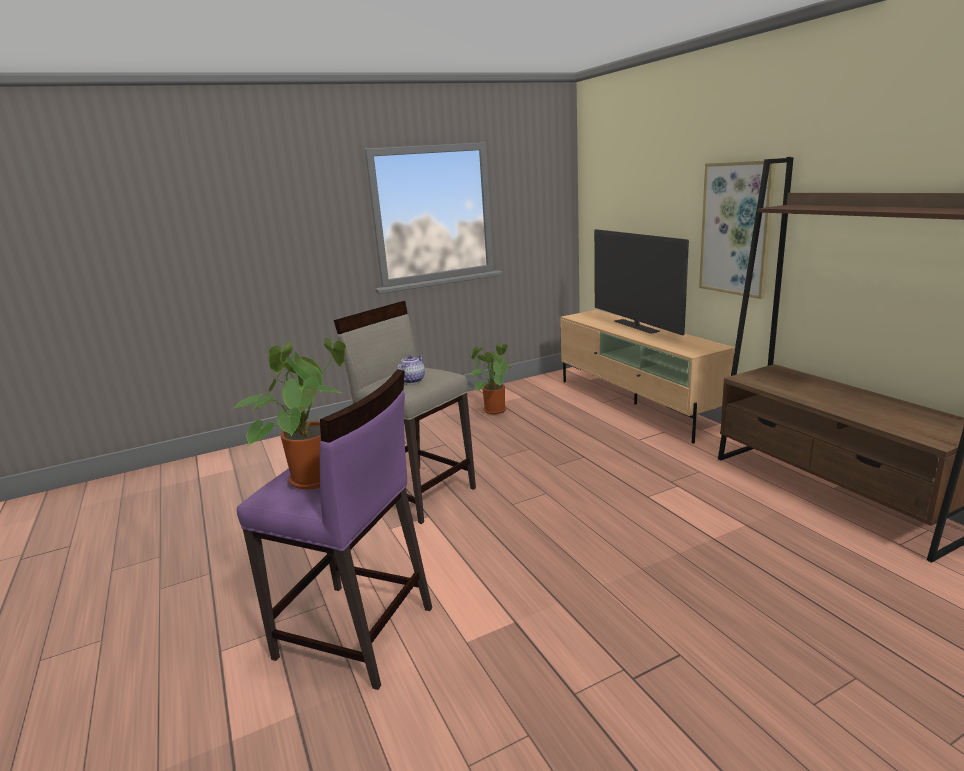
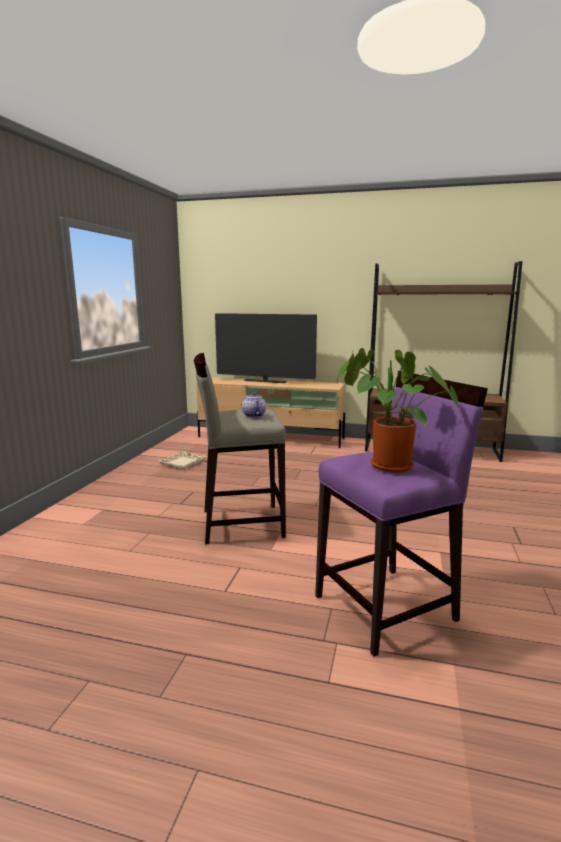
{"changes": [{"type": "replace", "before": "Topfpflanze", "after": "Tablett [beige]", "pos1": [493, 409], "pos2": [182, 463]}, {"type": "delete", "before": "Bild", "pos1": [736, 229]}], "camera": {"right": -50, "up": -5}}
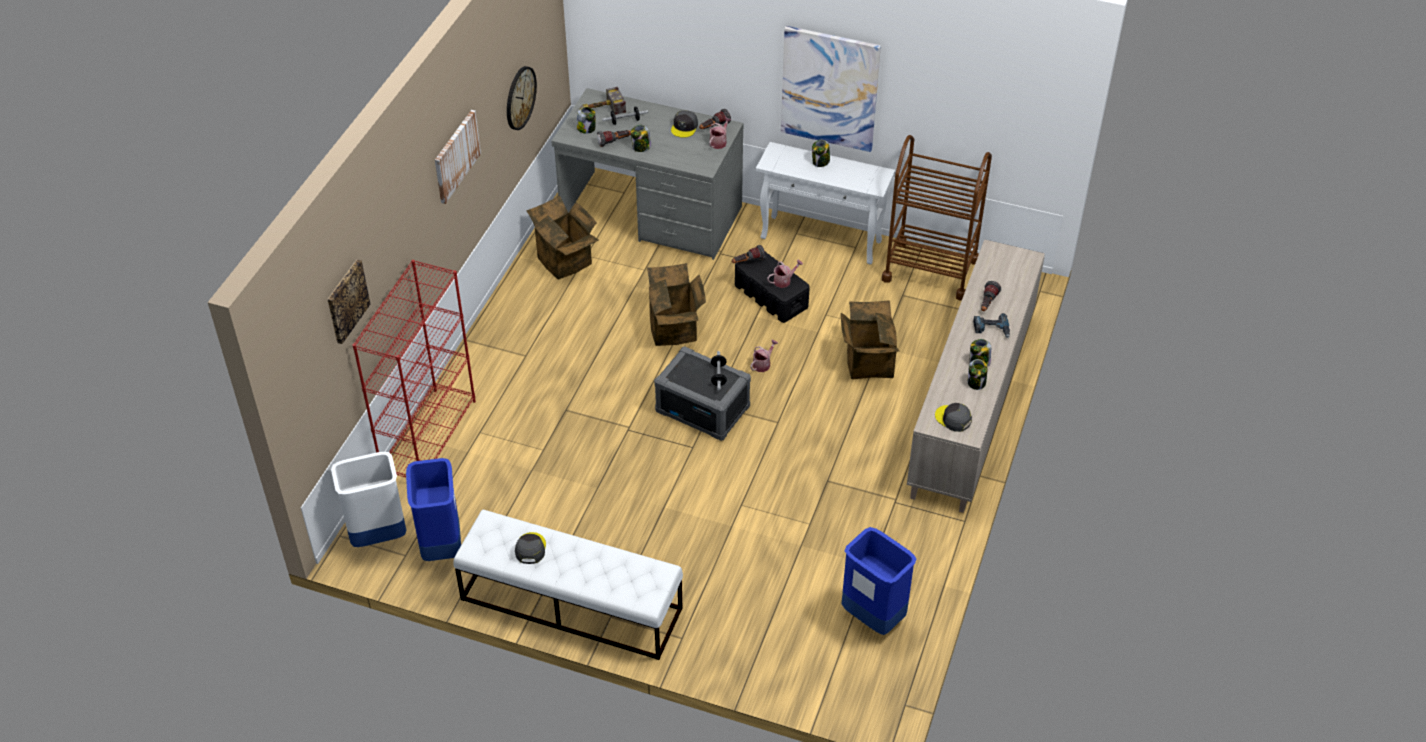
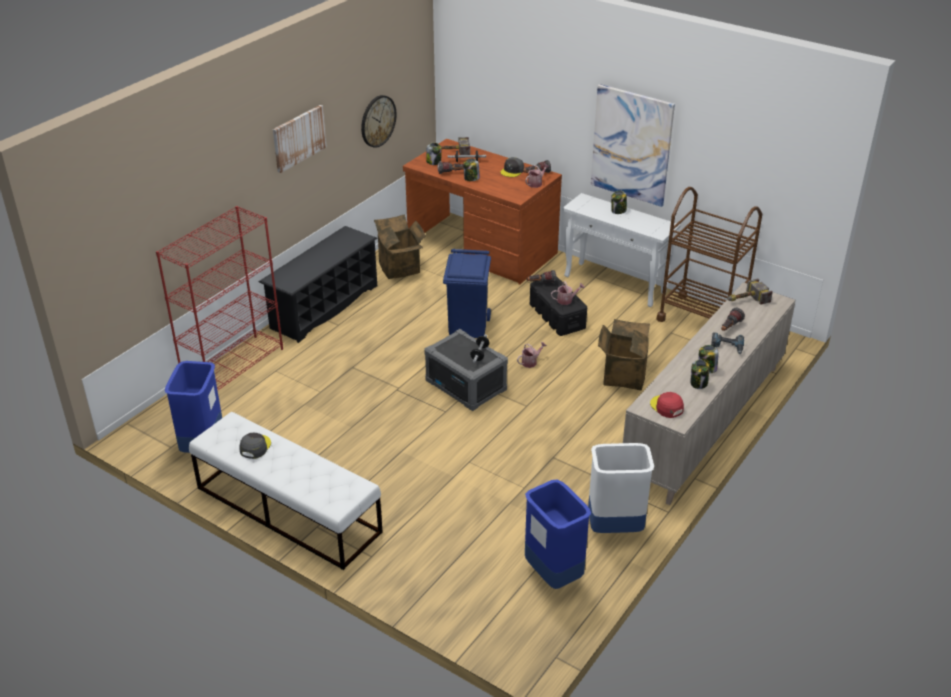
{"changes": [{"type": "delete", "before": "Bild", "pos1": [346, 301]}, {"type": "move", "before": "Mülleimer [weiß]", "pos1": [378, 536], "pos2": [615, 528]}, {"type": "recolor", "before": "Schreibtisch [grau]", "after": "Schreibtisch [braun]", "pos1": [651, 215], "pos2": [482, 248]}, {"type": "replace", "before": "Karton", "after": "Mülleimer [blau]", "pos1": [676, 329], "pos2": [468, 326]}, {"type": "recolor", "before": "Kappe [grau]", "after": "Kappe [rot]", "pos1": [953, 419], "pos2": [666, 407]}, {"type": "insert", "after": "Schuhregal [schwarz]", "pos2": [324, 307]}, {"type": "insert", "after": "Hammer", "pos2": [745, 299]}], "camera": {"right": 15, "up": -10}}
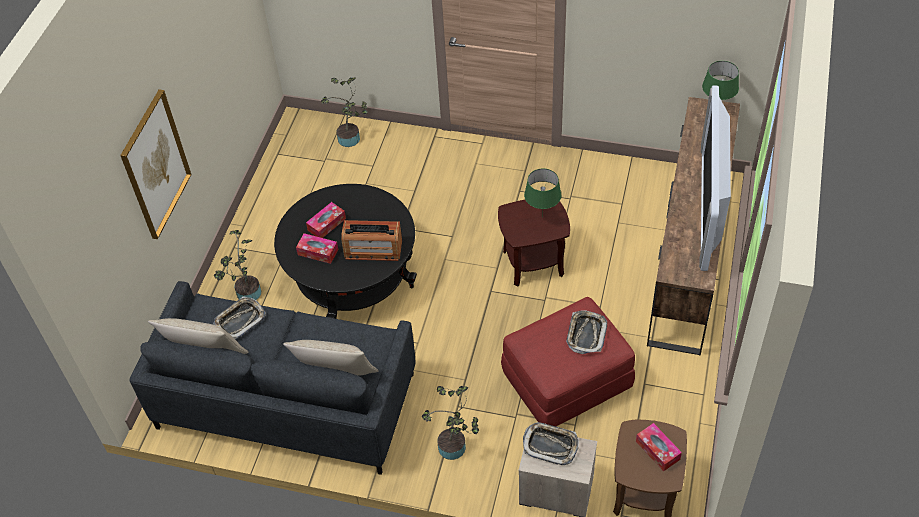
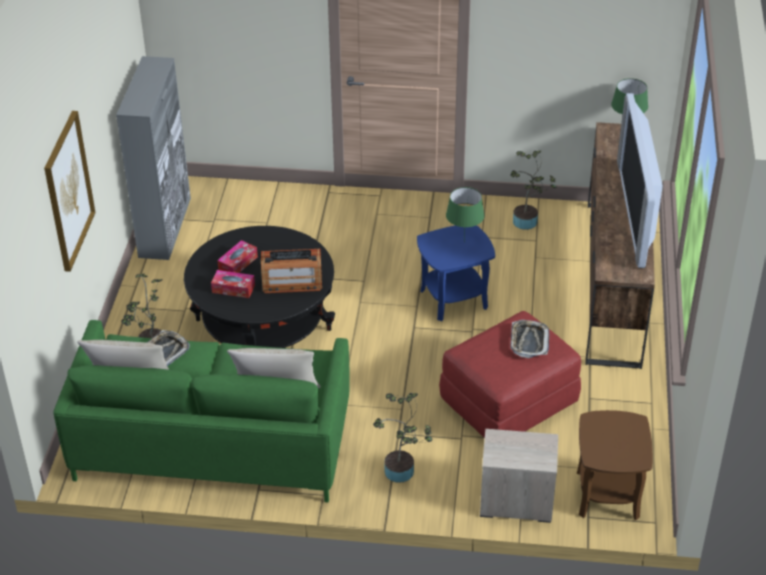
{"changes": [{"type": "recolor", "before": "Sofa [grau]", "after": "Sofa [grün]", "pos1": [286, 400], "pos2": [212, 443]}, {"type": "move", "before": "Topfpflanze", "pos1": [351, 139], "pos2": [528, 222]}, {"type": "recolor", "before": "Beistelltisch [braun]", "after": "Beistelltisch [blau]", "pos1": [533, 262], "pos2": [453, 299]}, {"type": "delete", "before": "Tablett", "pos1": [550, 445]}, {"type": "delete", "before": "Taschentuchbox", "pos1": [657, 450]}, {"type": "insert", "after": "Schrank [grau]", "pos2": [165, 227]}], "camera": {"right": -10, "up": -10}}
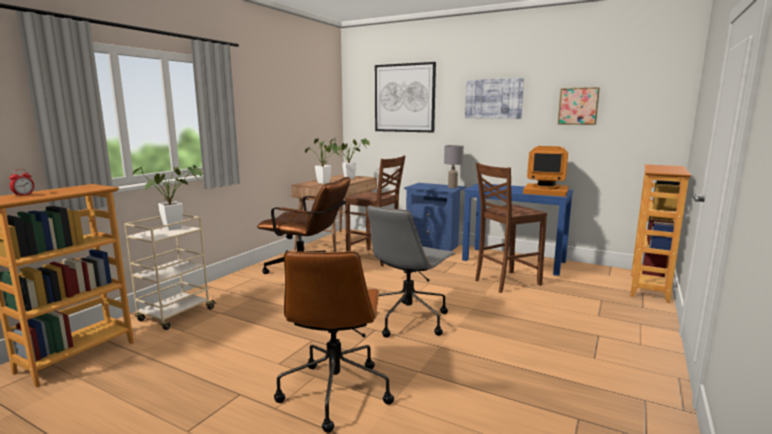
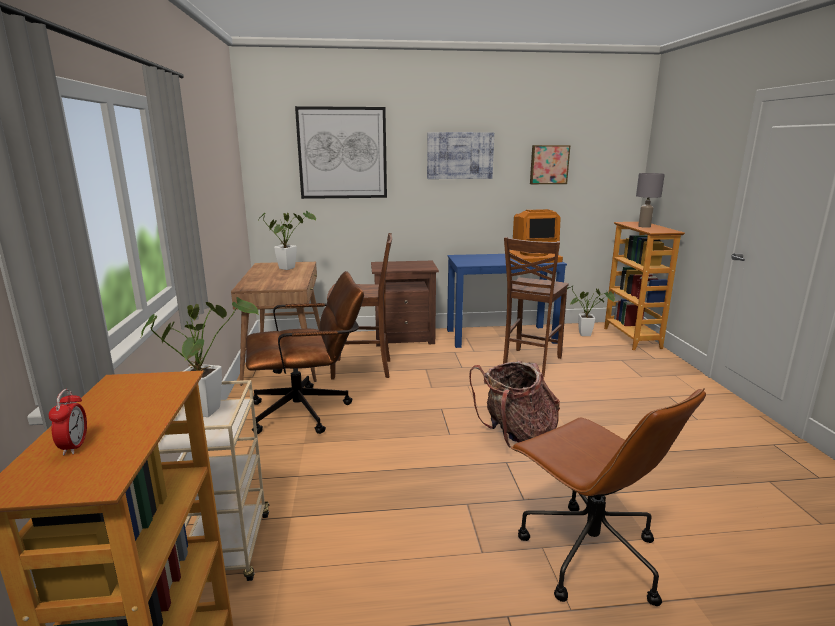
{"changes": [{"type": "move", "before": "Topfpflanze", "pos1": [325, 183], "pos2": [588, 334]}, {"type": "replace", "before": "Bürostuhl [grau]", "after": "Rucksack", "pos1": [408, 319], "pos2": [516, 436]}, {"type": "recolor", "before": "Nachttisch [blau]", "after": "Nachttisch [braun]", "pos1": [434, 247], "pos2": [404, 338]}, {"type": "move", "before": "Tischlampe [grau]", "pos1": [452, 187], "pos2": [644, 226]}], "camera": {"right": -35, "up": 5}}
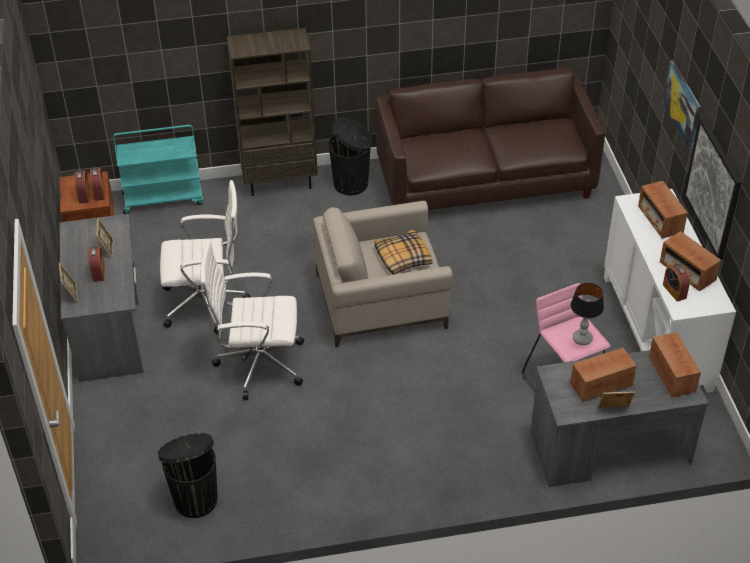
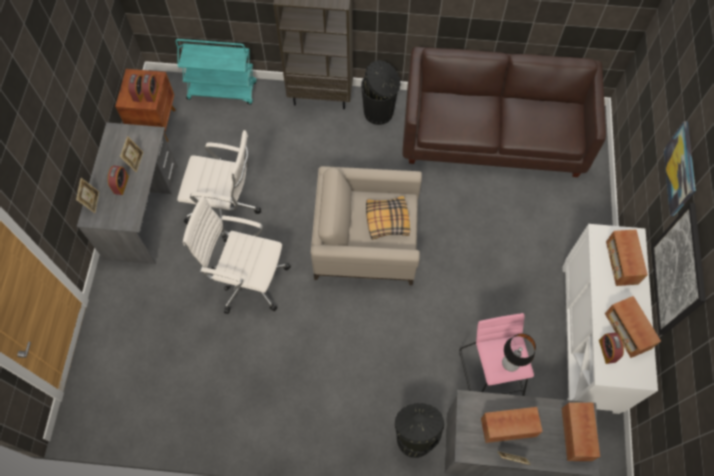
{"changes": [{"type": "move", "before": "Mülleimer [schwarz]", "pos1": [195, 499], "pos2": [414, 437]}], "camera": {"right": 15, "up": 20}}
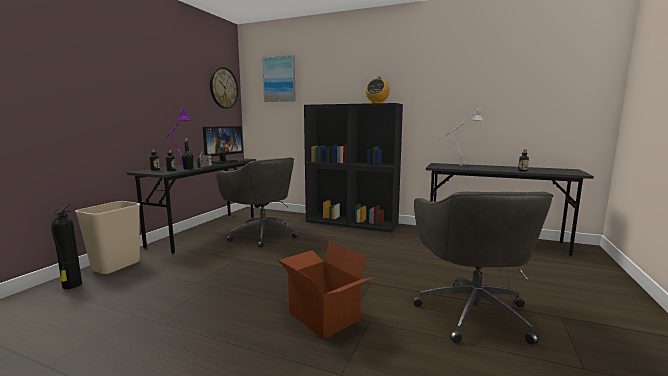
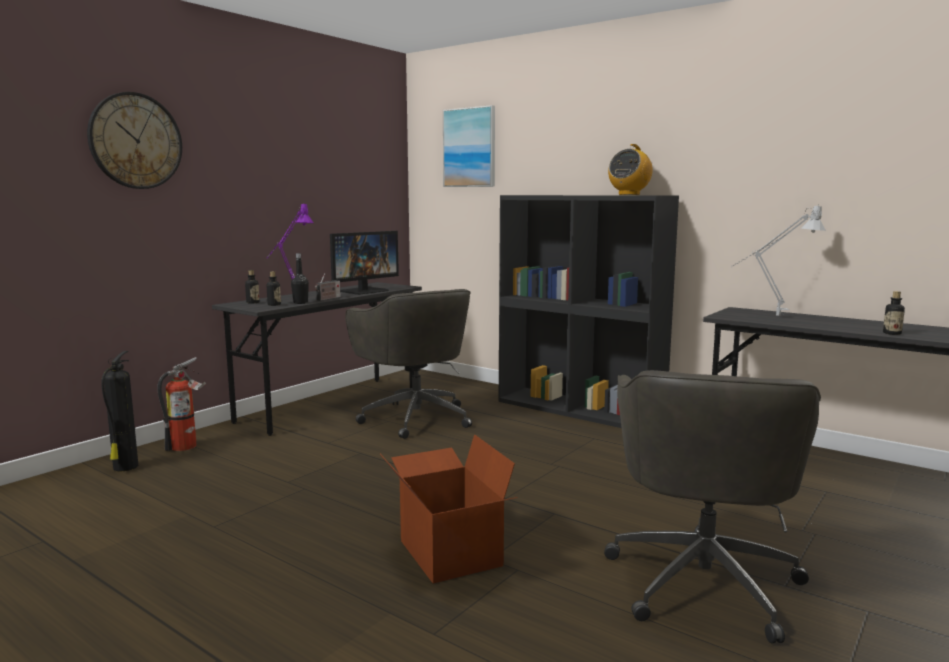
{"changes": [{"type": "replace", "before": "Mülleimer [beige]", "after": "Feuerlöscher", "pos1": [116, 266], "pos2": [188, 446]}, {"type": "move", "before": "Wanduhr", "pos1": [223, 88], "pos2": [135, 141]}], "camera": {"right": 15, "up": 0}}
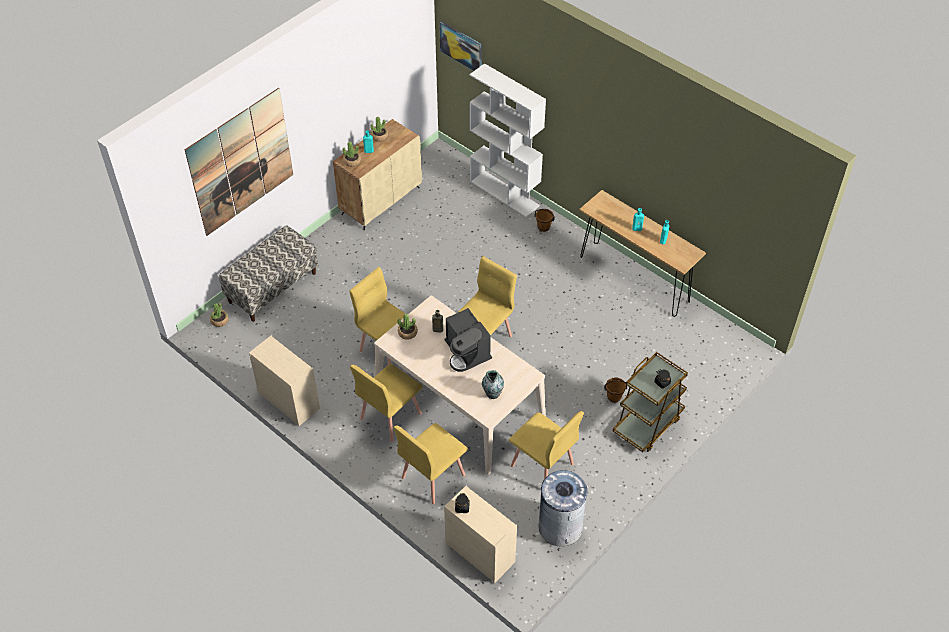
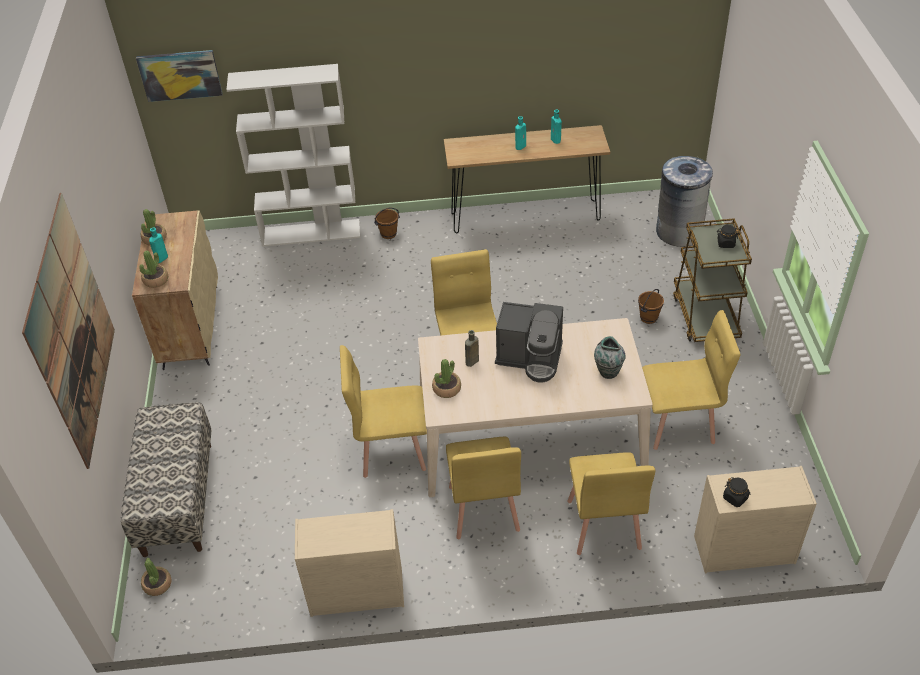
{"changes": [{"type": "move", "before": "Mülleimer [grau]", "pos1": [560, 526], "pos2": [679, 231]}], "camera": {"right": -45, "up": -5}}
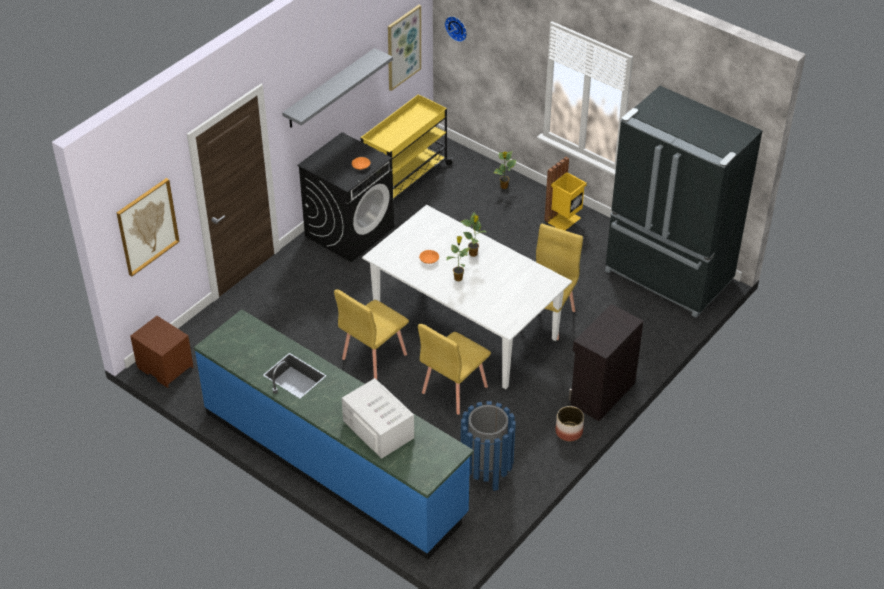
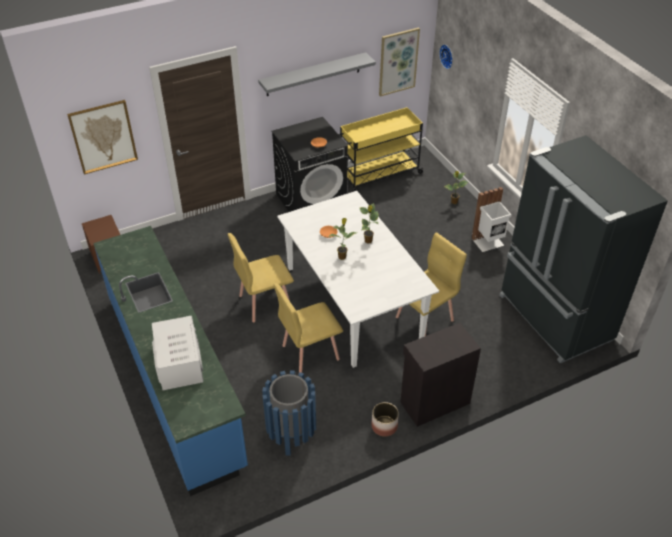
{"changes": [{"type": "recolor", "before": "Mülleimer [gelb]", "after": "Mülleimer [weiß]", "pos1": [564, 220], "pos2": [488, 242]}], "camera": {"right": 25, "up": 0}}
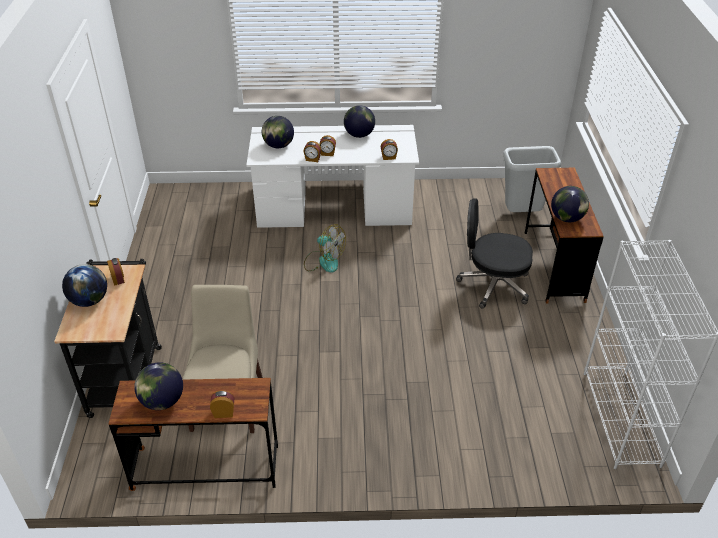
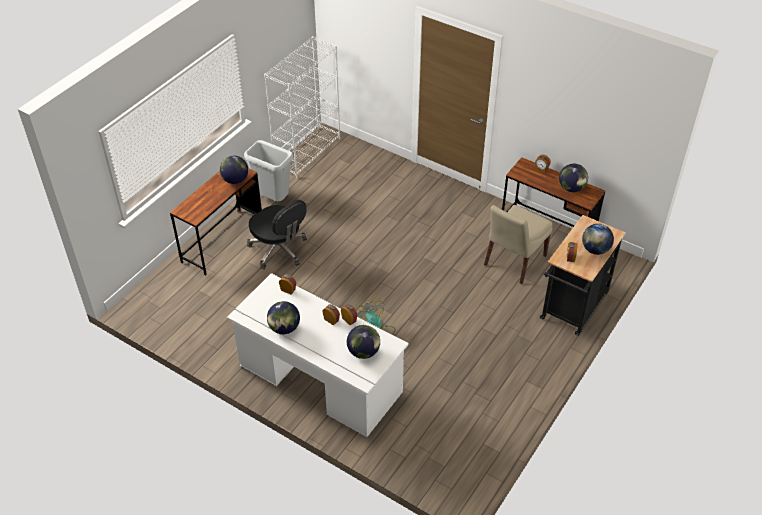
{"changes": [{"type": "move", "before": "Mülleimer [grau]", "pos1": [522, 214], "pos2": [272, 199]}], "camera": {"right": -145, "up": 5}}
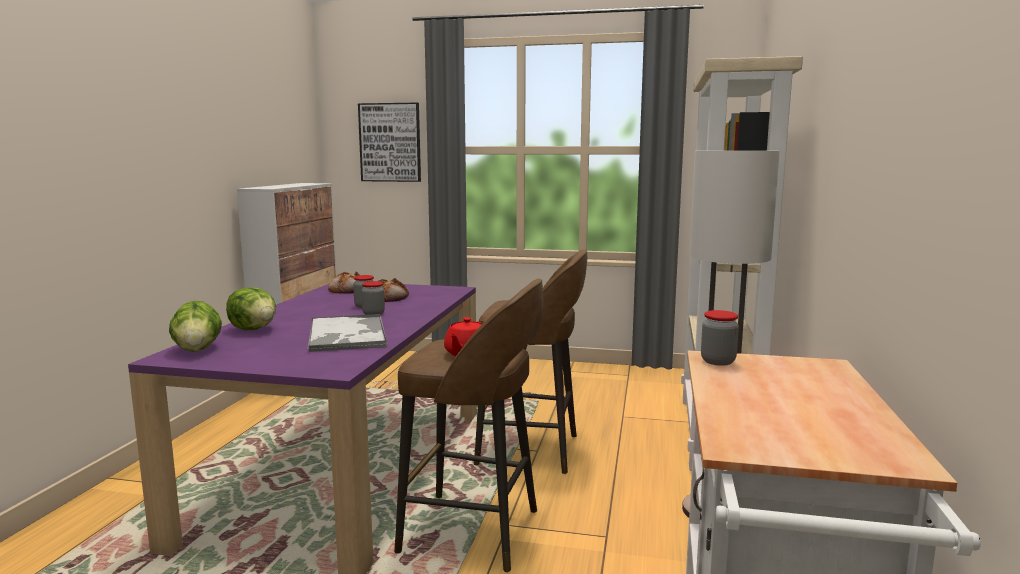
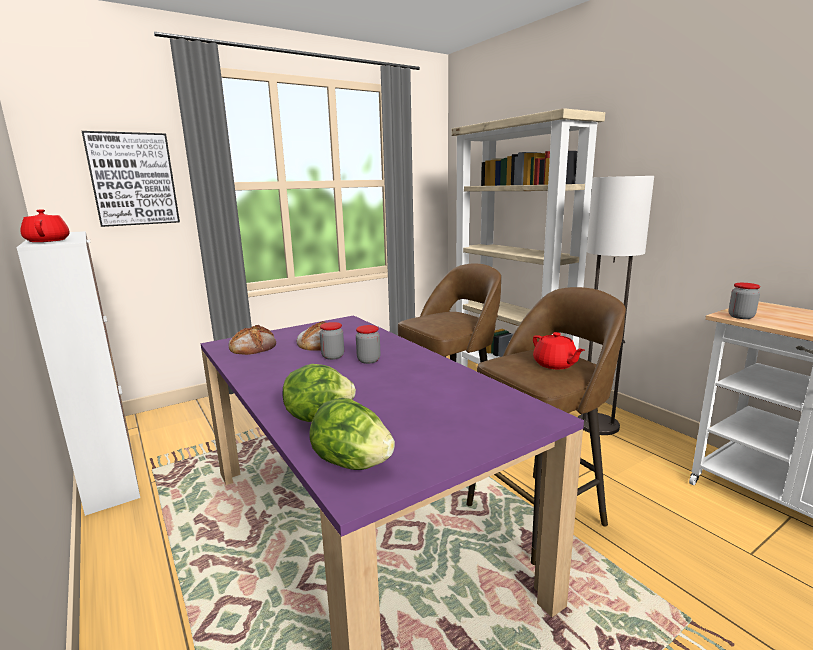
{"changes": [{"type": "delete", "before": "Tablett", "pos1": [347, 334]}, {"type": "insert", "after": "Teekanne [rot]", "pos2": [48, 241]}], "camera": {"right": -45, "up": 5}}
